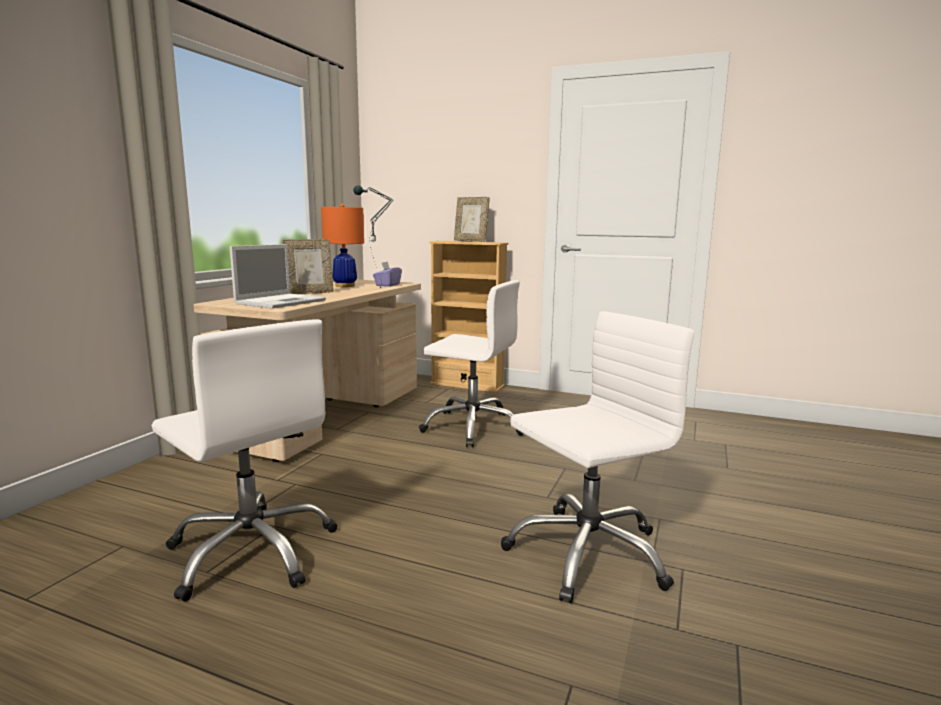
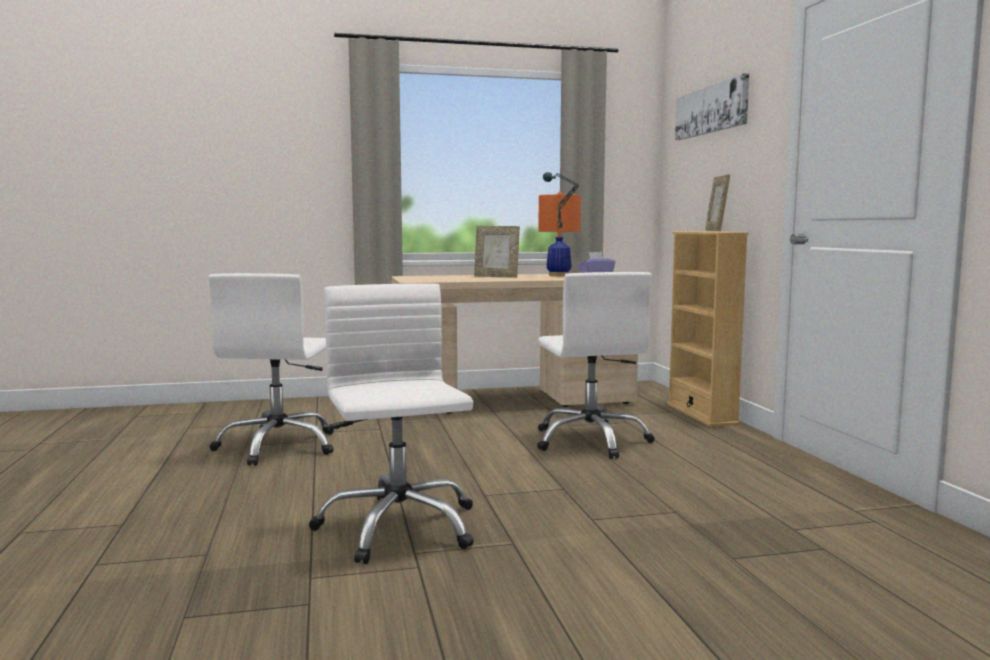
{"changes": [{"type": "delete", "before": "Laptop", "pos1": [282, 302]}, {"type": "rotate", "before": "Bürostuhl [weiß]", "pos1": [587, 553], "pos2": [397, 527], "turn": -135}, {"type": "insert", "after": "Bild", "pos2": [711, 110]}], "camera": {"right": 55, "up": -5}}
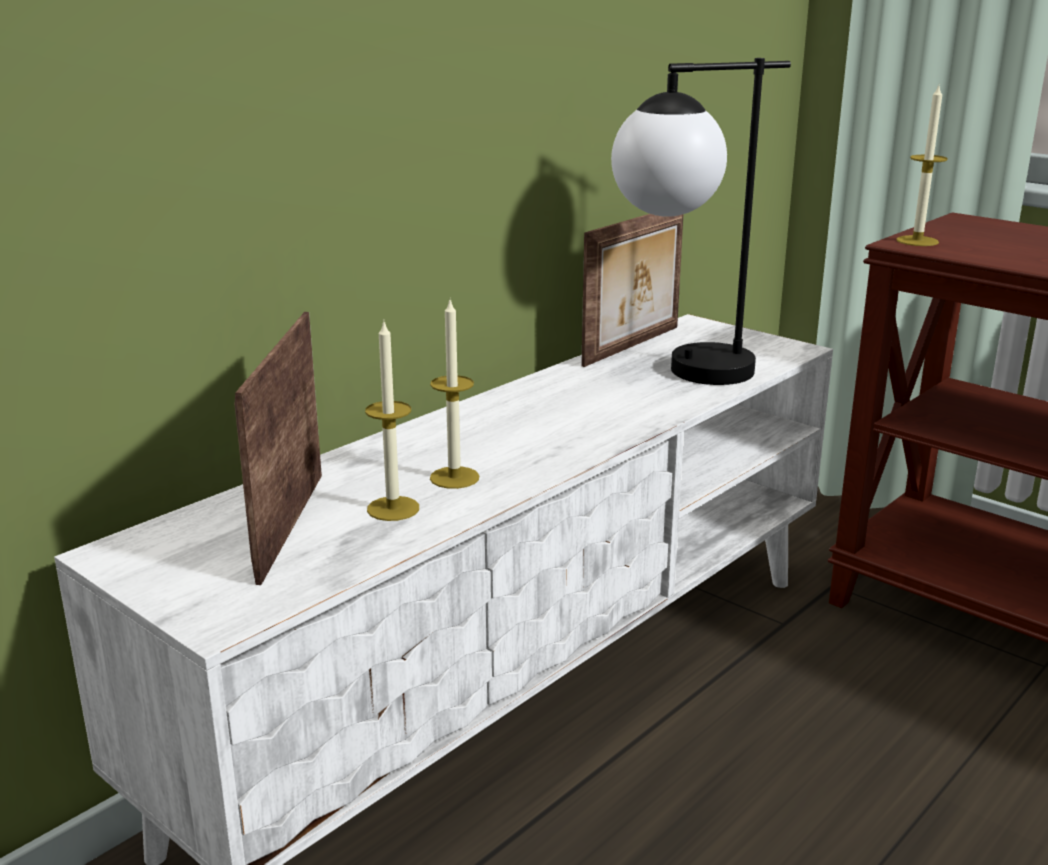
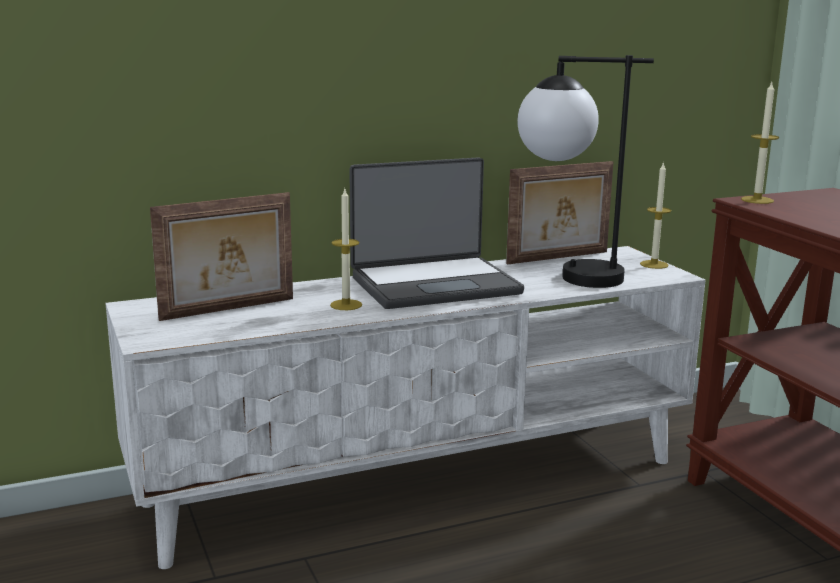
{"changes": [{"type": "rotate", "before": "Bilderrahmen", "pos1": [287, 525], "pos2": [229, 310], "turn": -150}, {"type": "move", "before": "Kerze", "pos1": [393, 508], "pos2": [654, 264]}, {"type": "insert", "after": "Laptop", "pos2": [434, 284]}], "camera": {"right": 25, "up": -5}}
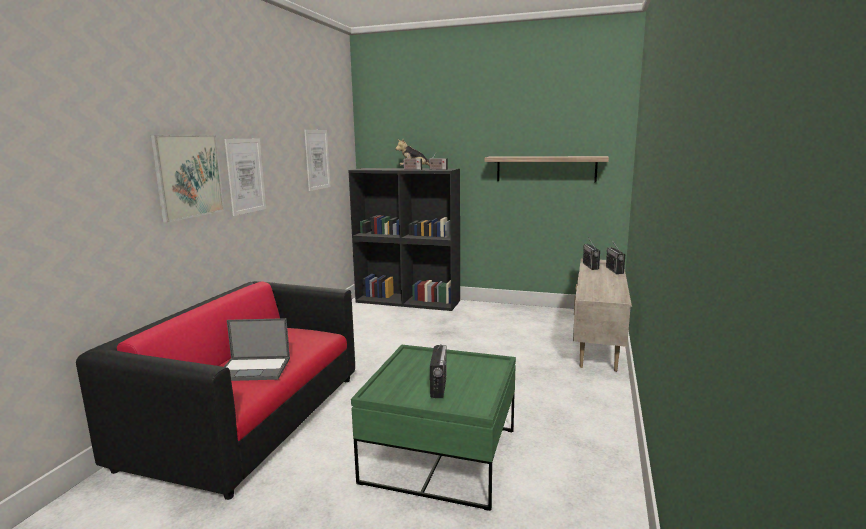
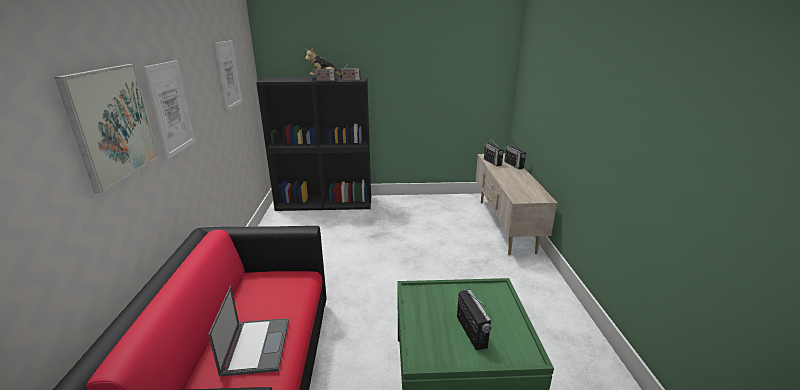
{"changes": [{"type": "rotate", "before": "Laptop", "pos1": [255, 369], "pos2": [256, 345], "turn": -75}, {"type": "delete", "before": "Wandregal", "pos1": [546, 169]}], "camera": {"right": -20, "up": 10}}
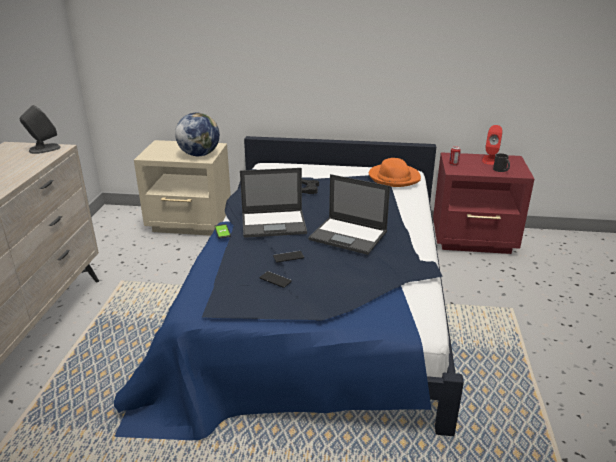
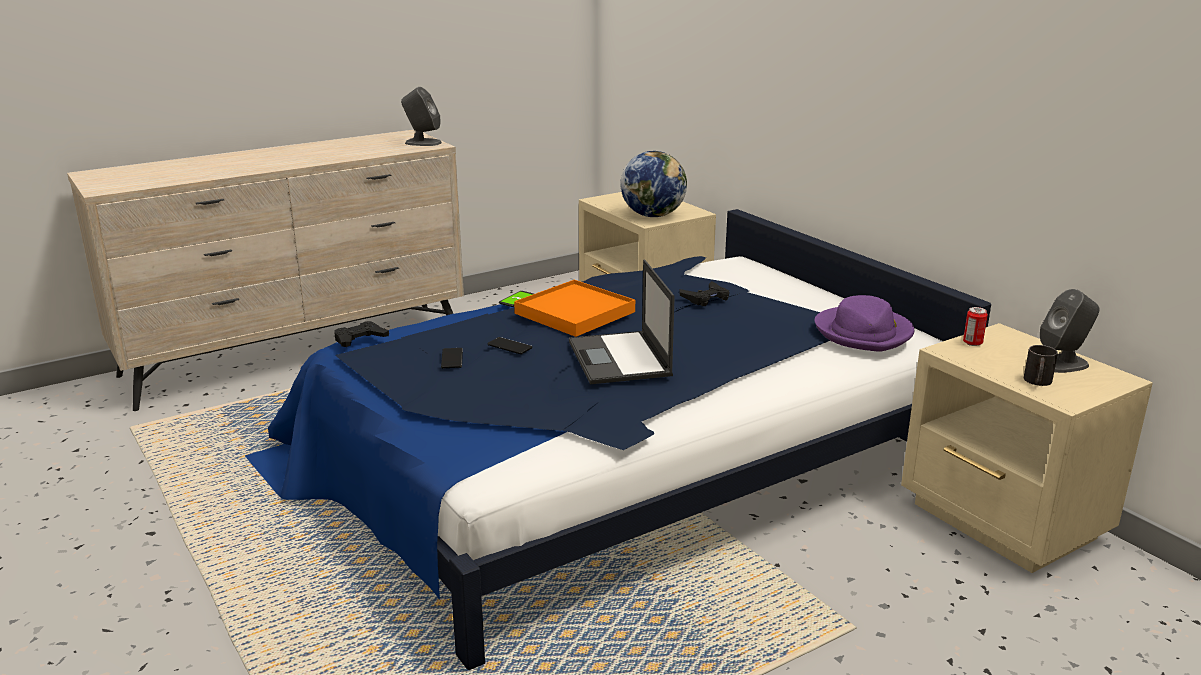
{"changes": [{"type": "replace", "before": "Laptop", "after": "Tablett [orange]", "pos1": [274, 223], "pos2": [575, 313]}, {"type": "recolor", "before": "Hut [orange]", "after": "Hut [lila]", "pos1": [394, 177], "pos2": [864, 332]}, {"type": "recolor", "before": "Nachttisch [rot]", "after": "Nachttisch [beige]", "pos1": [474, 240], "pos2": [1003, 522]}, {"type": "recolor", "before": "Lautsprecher [rot]", "after": "Lautsprecher [grau]", "pos1": [490, 160], "pos2": [1062, 363]}, {"type": "insert", "after": "Gamepad [schwarz]", "pos2": [360, 339]}], "camera": {"right": 50, "up": -5}}
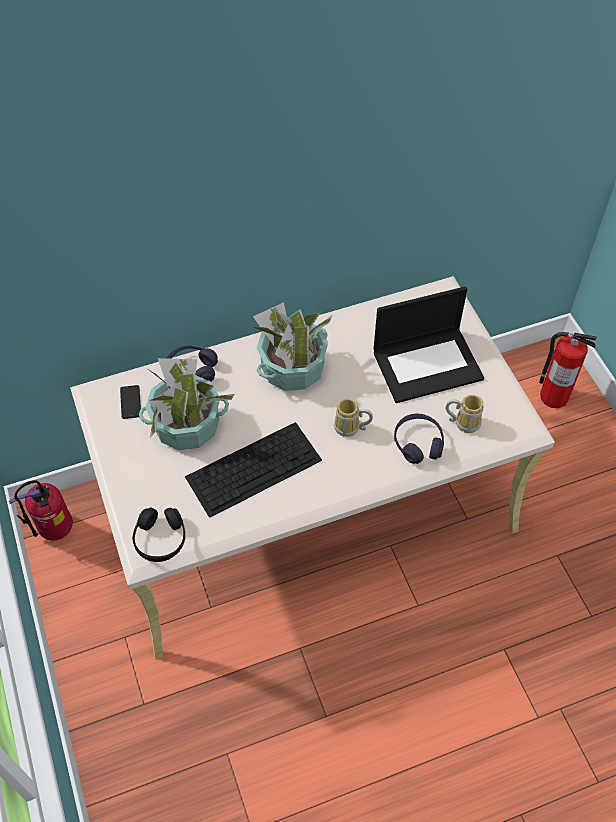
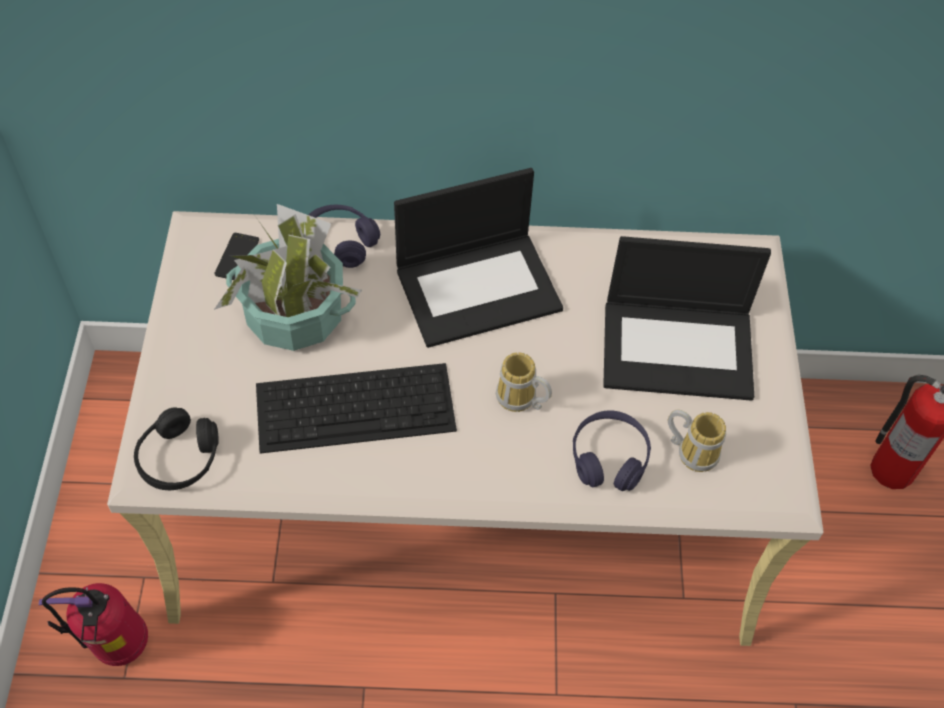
{"changes": [{"type": "move", "before": "Feuerlöscher", "pos1": [55, 531], "pos2": [118, 648]}, {"type": "replace", "before": "Topfpflanze", "after": "Laptop", "pos1": [292, 368], "pos2": [479, 287]}], "camera": {"right": 20, "up": 0}}
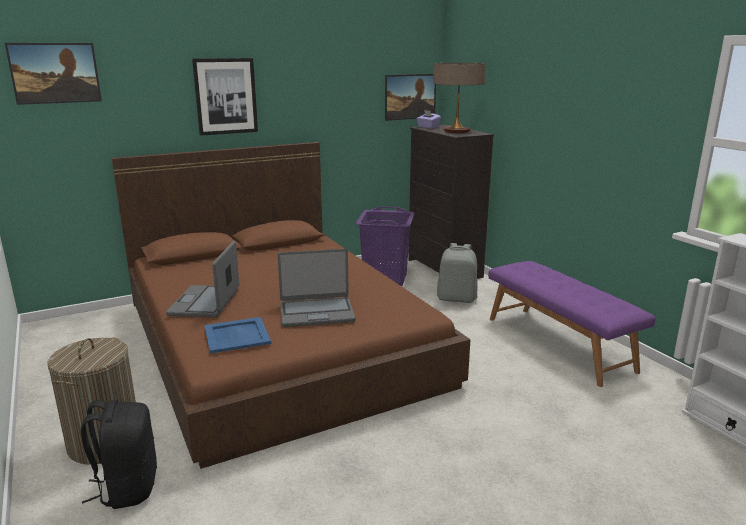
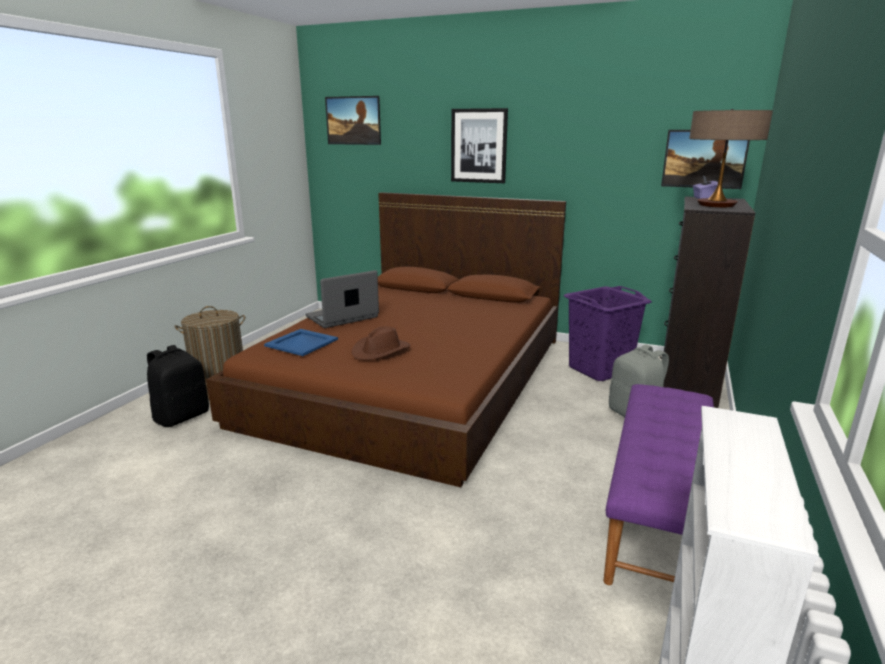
{"changes": [{"type": "replace", "before": "Laptop", "after": "Hut [braun]", "pos1": [316, 312], "pos2": [381, 351]}], "camera": {"right": 50, "up": 0}}
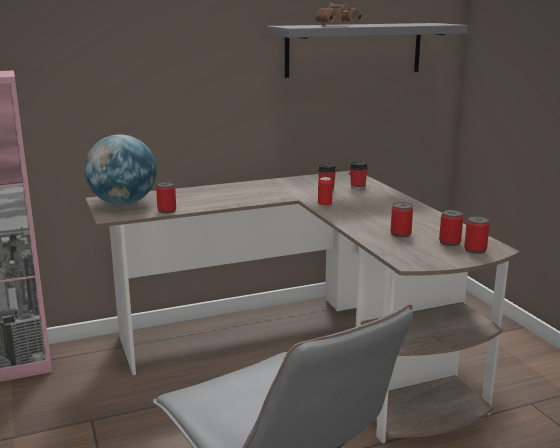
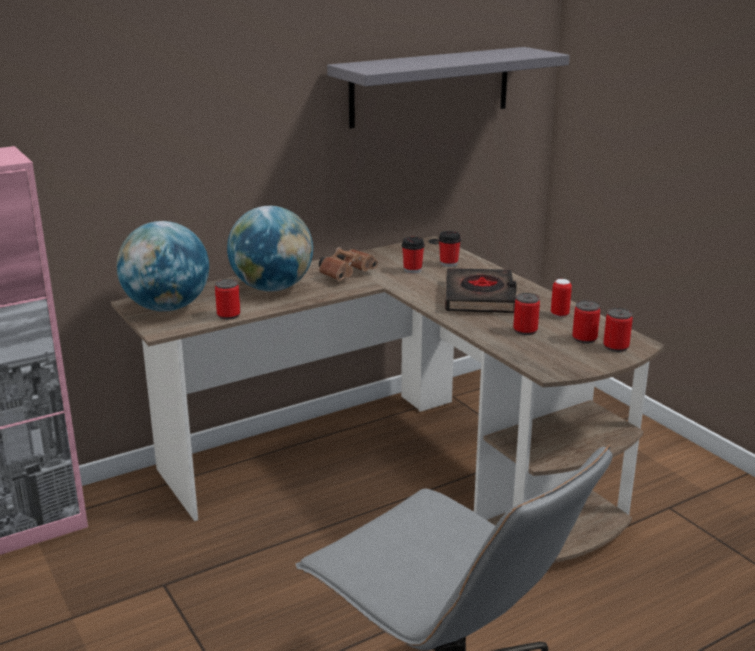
{"changes": [{"type": "move", "before": "Fernglas [braun]", "pos1": [338, 25], "pos2": [347, 274]}, {"type": "move", "before": "Dose", "pos1": [324, 205], "pos2": [559, 314]}, {"type": "insert", "after": "Globus", "pos2": [272, 288]}, {"type": "insert", "after": "Buch [schwarz]", "pos2": [480, 297]}], "camera": {"right": -10, "up": 5}}
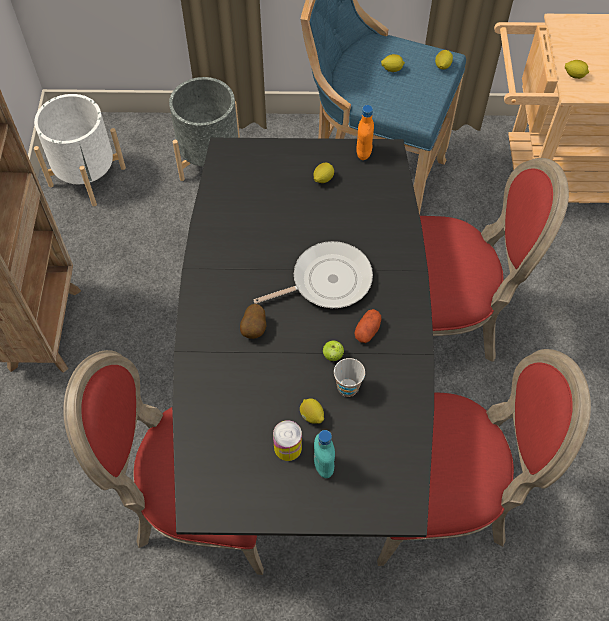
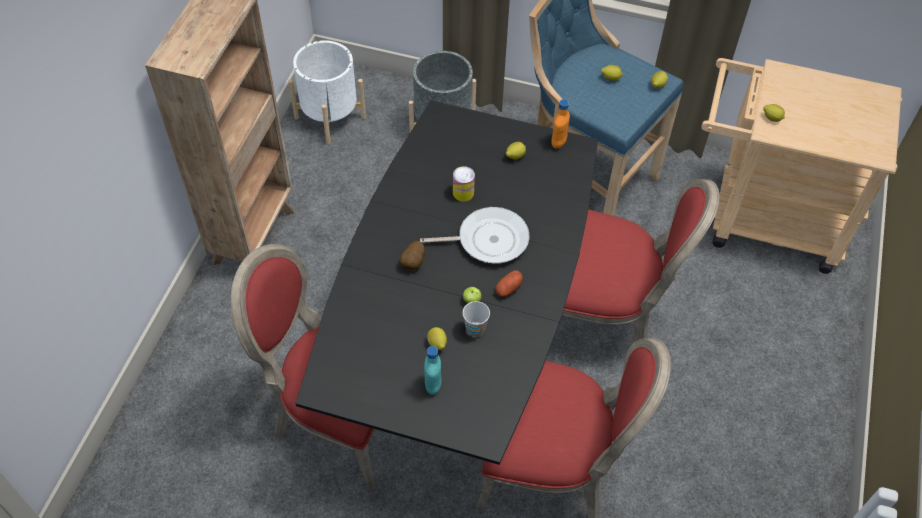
{"changes": [{"type": "move", "before": "Dose", "pos1": [288, 447], "pos2": [463, 193]}], "camera": {"right": 15, "up": -5}}
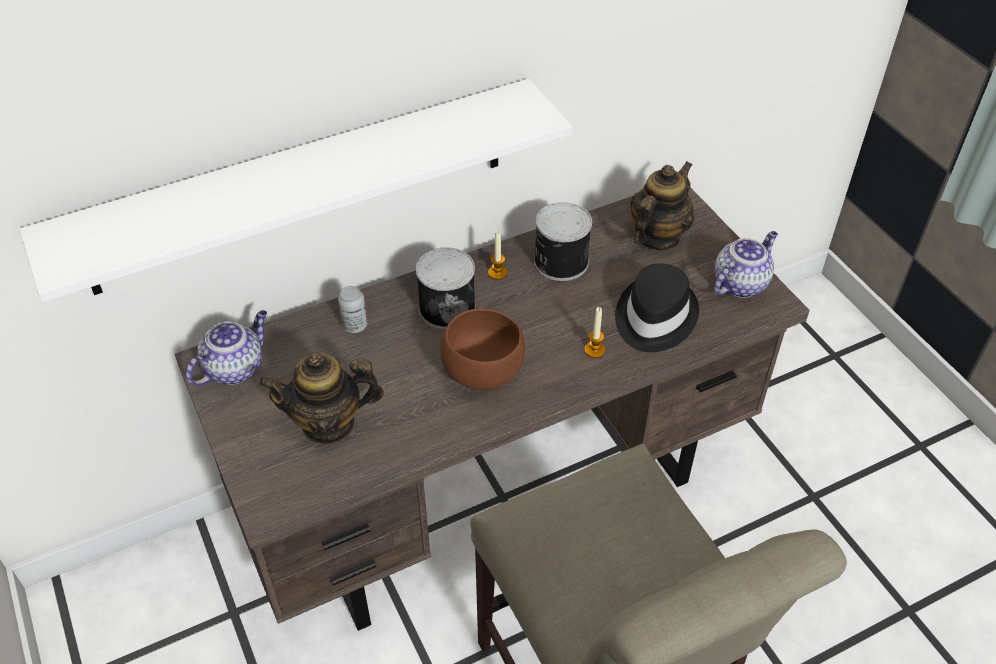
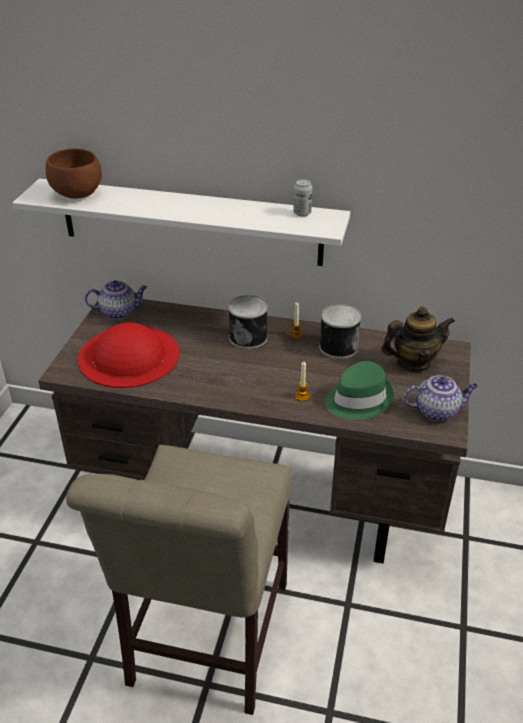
{"changes": [{"type": "replace", "before": "Teekanne", "after": "Hut [rot]", "pos1": [328, 424], "pos2": [129, 355]}, {"type": "move", "before": "Dose", "pos1": [355, 325], "pos2": [302, 213]}, {"type": "move", "before": "Schüssel [braun]", "pos1": [483, 372], "pos2": [79, 194]}, {"type": "recolor", "before": "Hut [schwarz]", "after": "Hut [grün]", "pos1": [654, 317], "pos2": [358, 399]}], "camera": {"right": 40, "up": -10}}
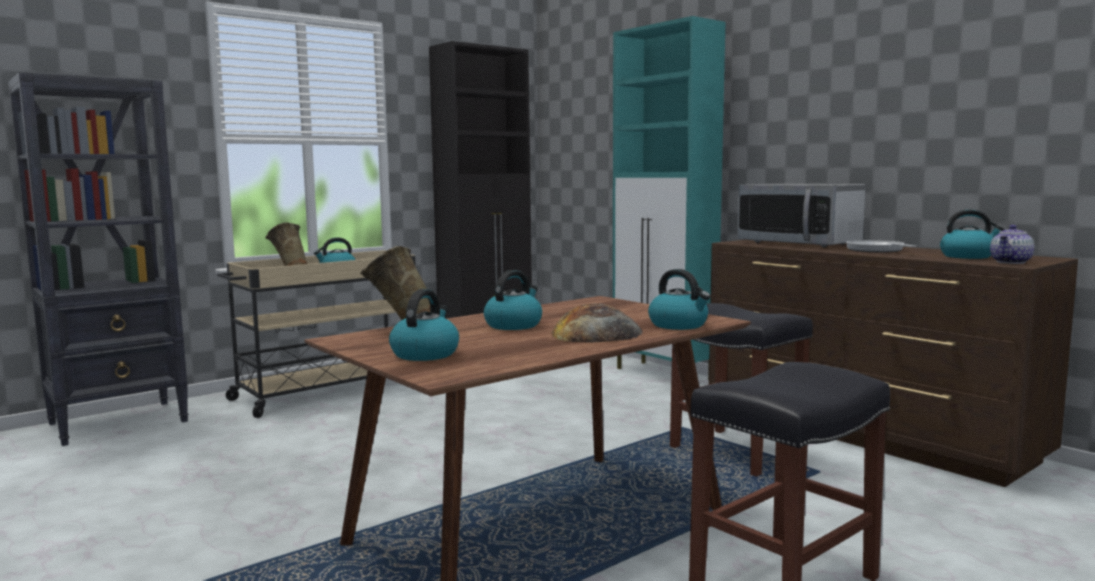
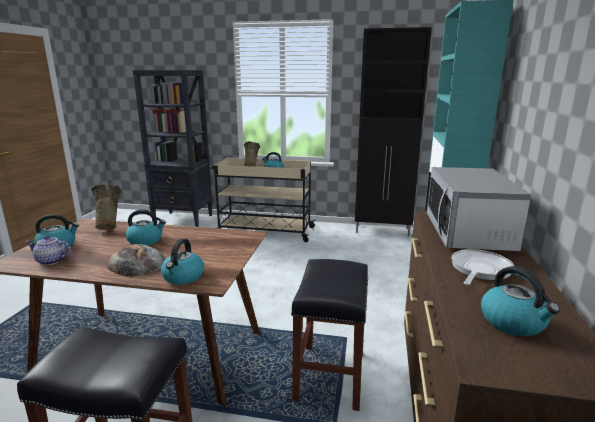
{"changes": [{"type": "move", "before": "Teekanne", "pos1": [1011, 262], "pos2": [50, 261]}], "camera": {"right": 50, "up": 10}}
